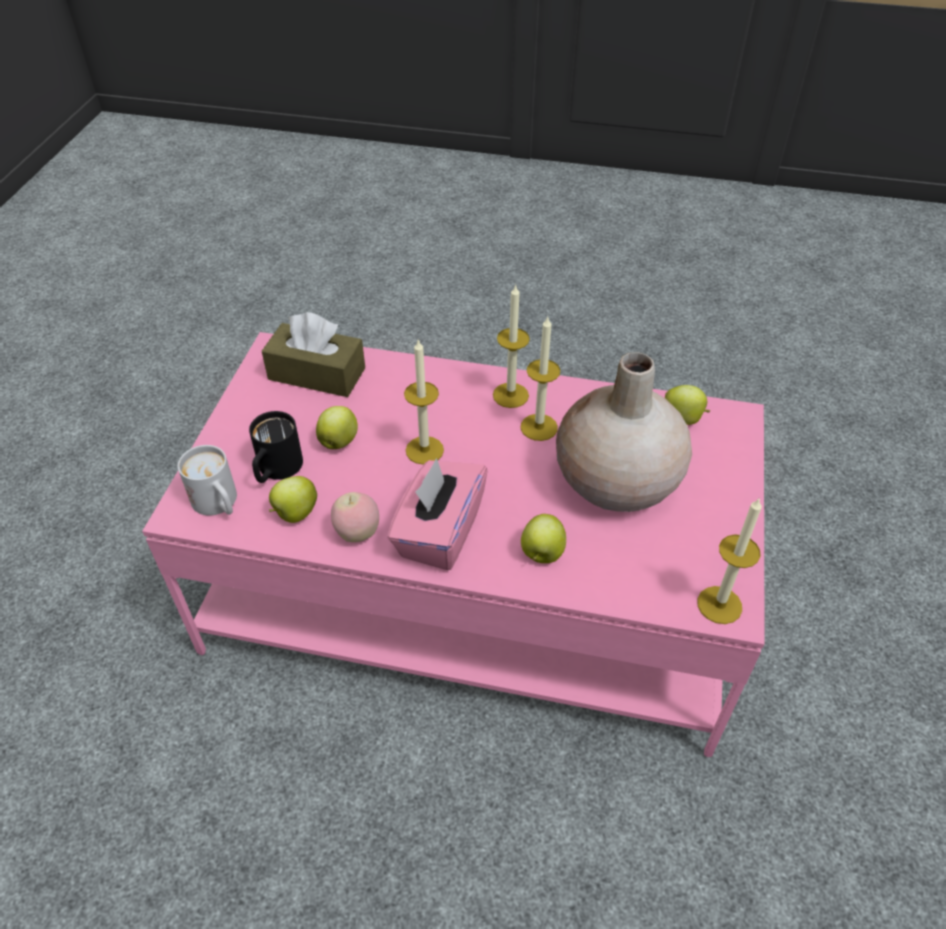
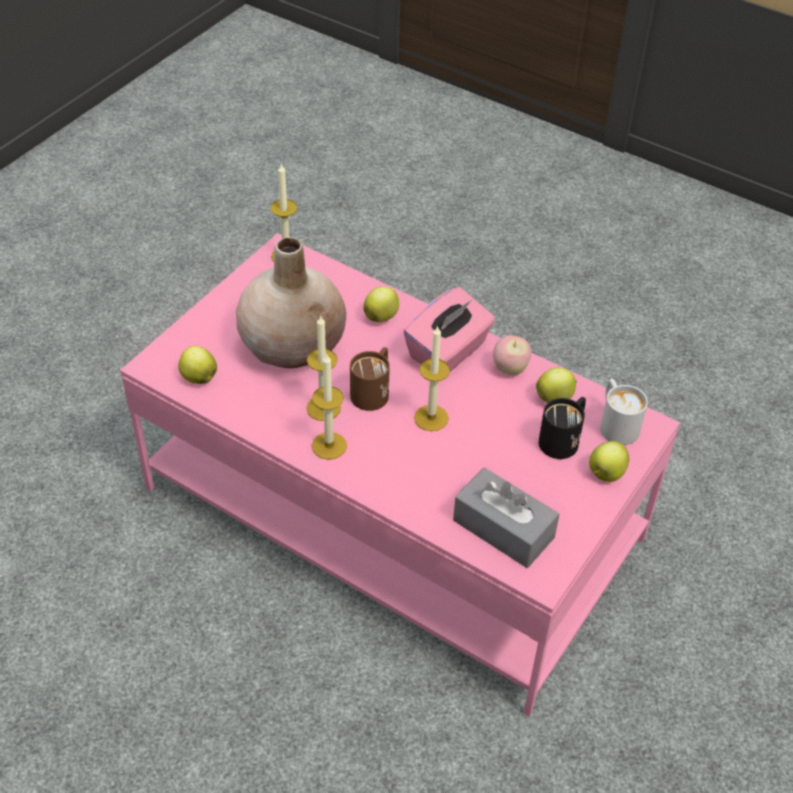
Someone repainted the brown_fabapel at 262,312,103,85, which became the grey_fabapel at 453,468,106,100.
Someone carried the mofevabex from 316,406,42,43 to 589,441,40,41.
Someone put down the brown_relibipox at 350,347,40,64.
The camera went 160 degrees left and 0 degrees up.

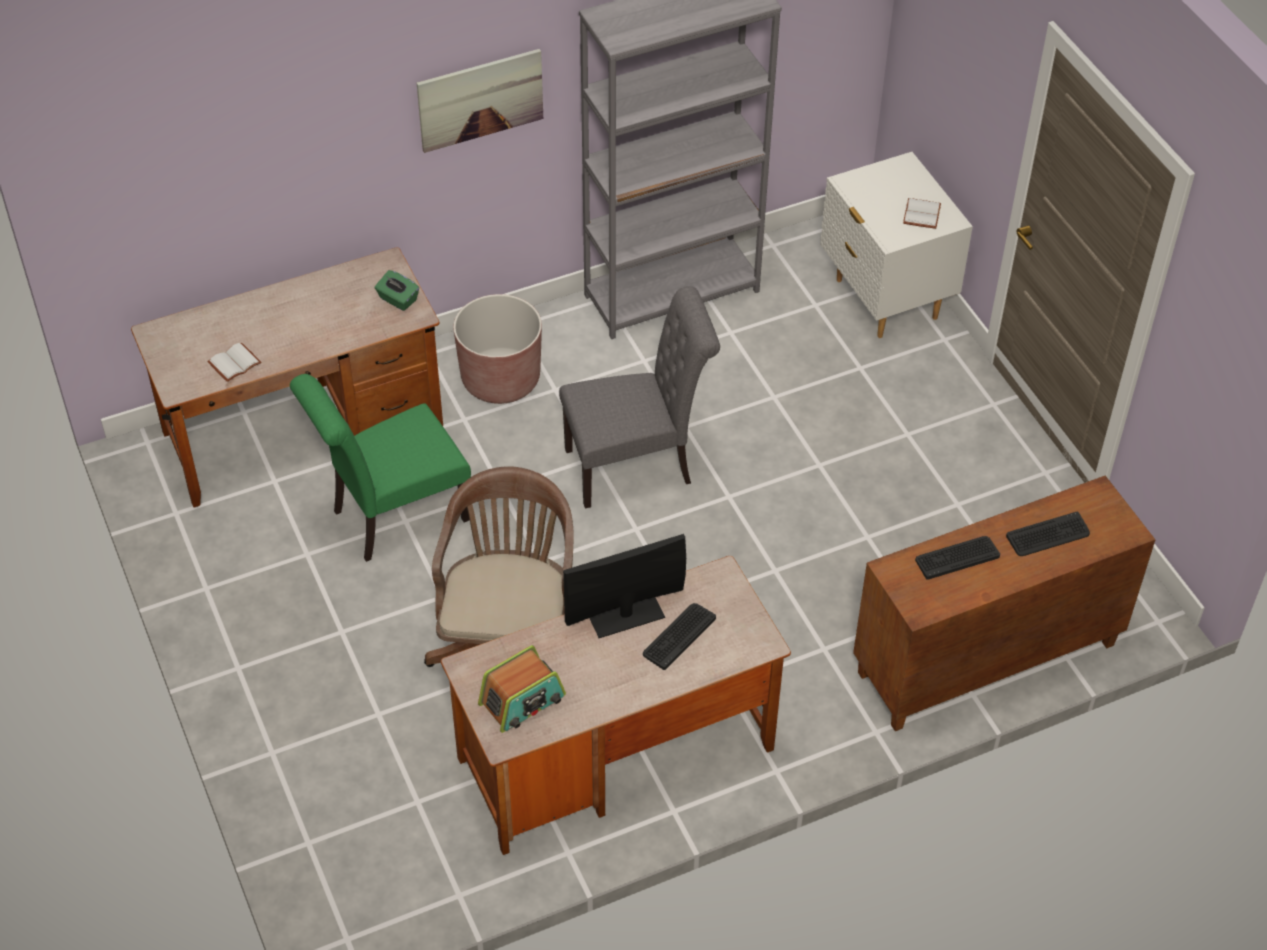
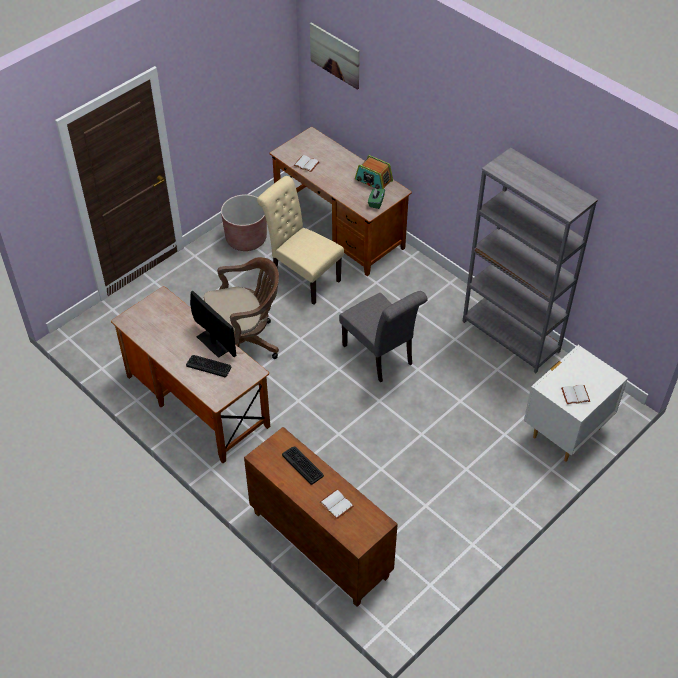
Someone carried the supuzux from 417,49,126,104 to 310,22,50,68.
Someone carried the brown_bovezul from 453,294,89,110 to 221,194,46,57.
Someone repainted the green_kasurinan at 290,374,181,188, which became the beige_kasurinan at 257,176,87,129.
Someone swapped the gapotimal at 1006,512,84,44 for the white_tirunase at 320,489,34,30.
Someone carried the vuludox from 478,645,88,88 to 355,155,38,34.
The camera went 70 degrees right and 0 degrees up.

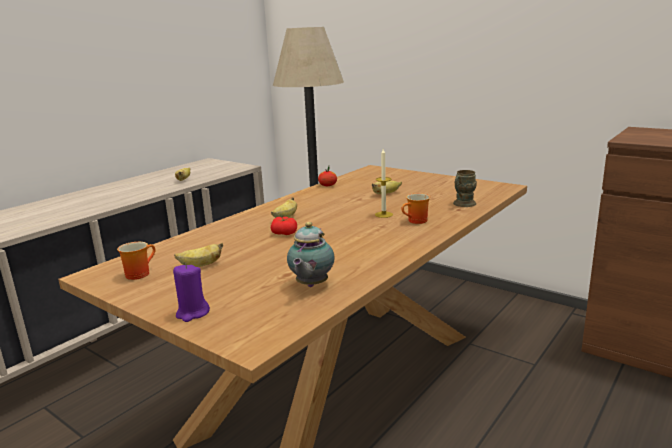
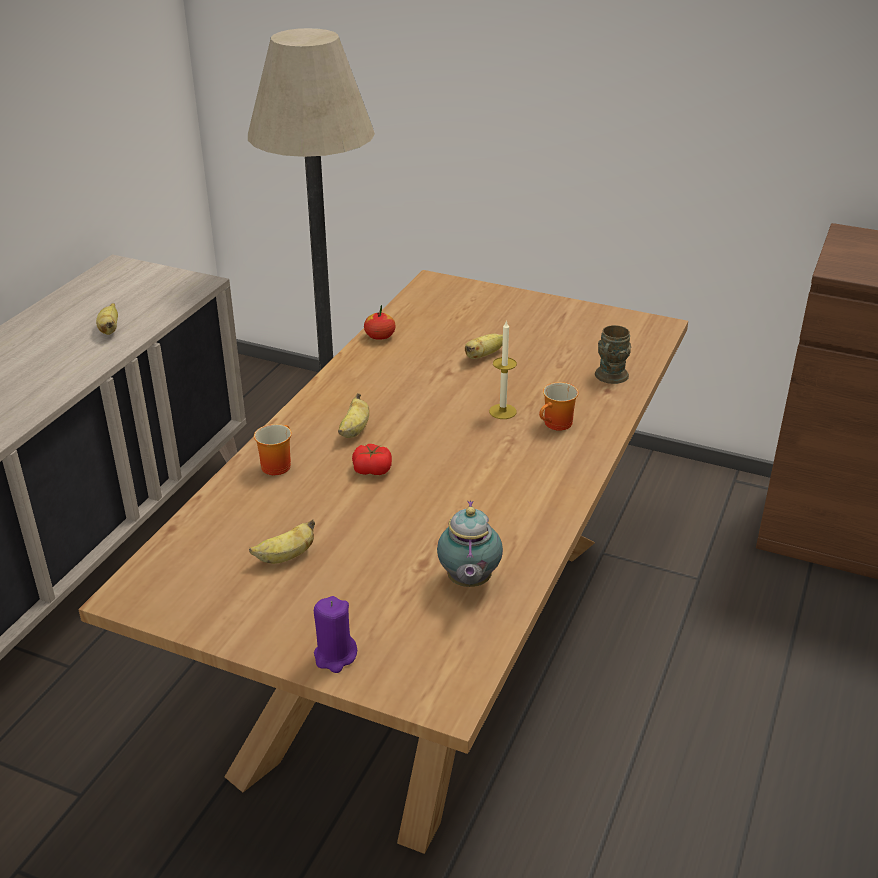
Someone carried the relibipox from 117,242,39,38 to 254,424,38,51.
The camera went 15 degrees left and 15 degrees up.

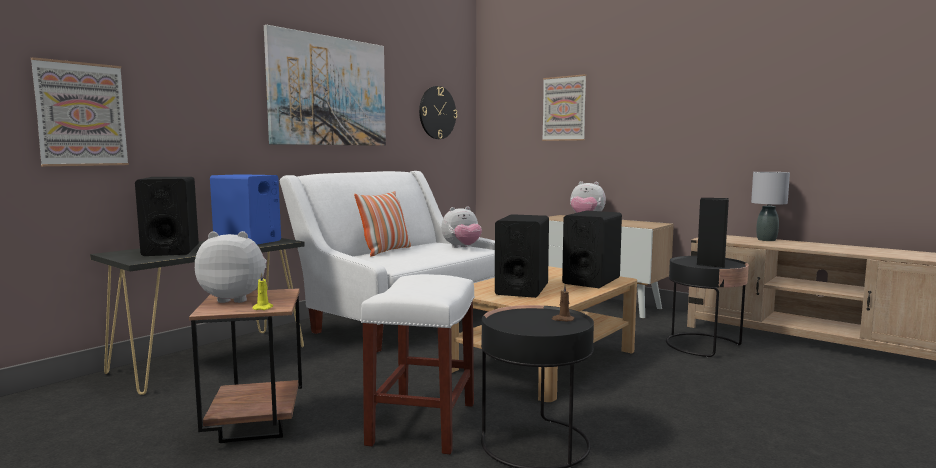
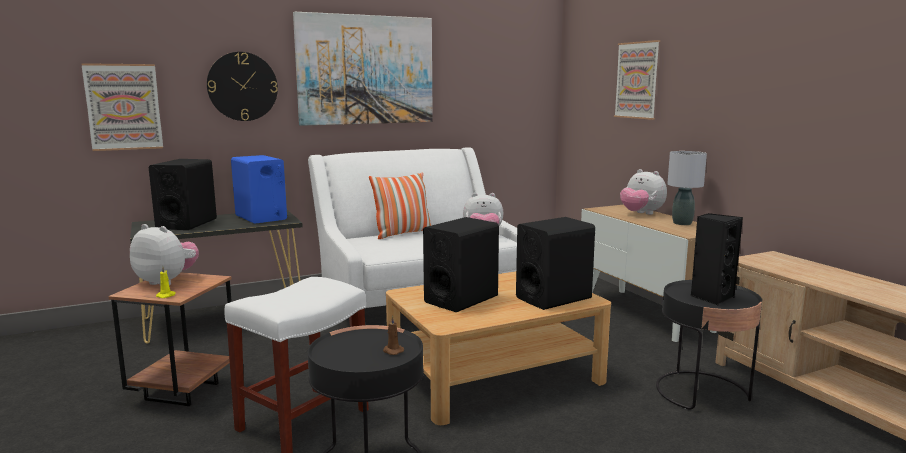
Someone carried the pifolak from 419,86,38,53 to 207,52,71,69.
Someone carried the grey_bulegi from 751,172,39,69 to 667,151,40,74.
The camera went 25 degrees right and 5 degrees up.

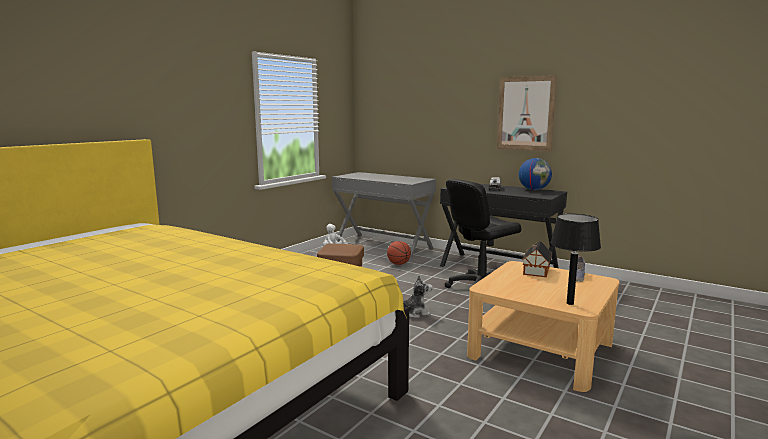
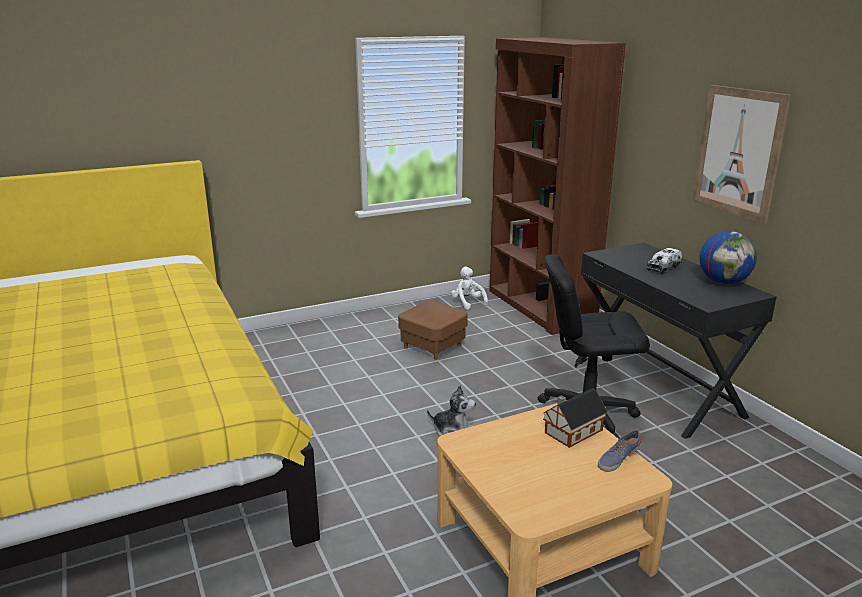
Someone swapped the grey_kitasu at 332,172,104,86 for the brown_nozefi at 489,37,137,298.
Someone took away the black_bulegi at 550,214,51,91.
Someone took away the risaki at 387,241,24,24.
The camera went 30 degrees right and 10 degrees up.

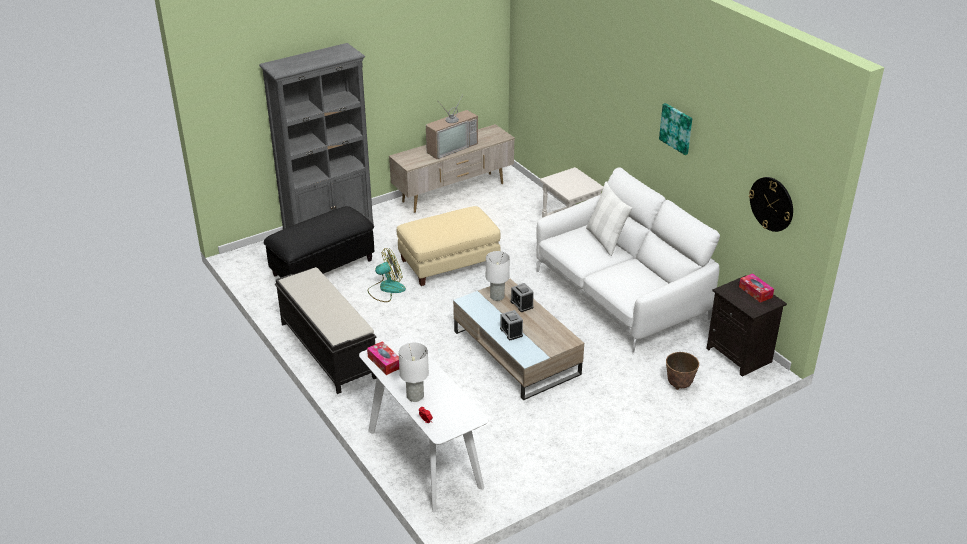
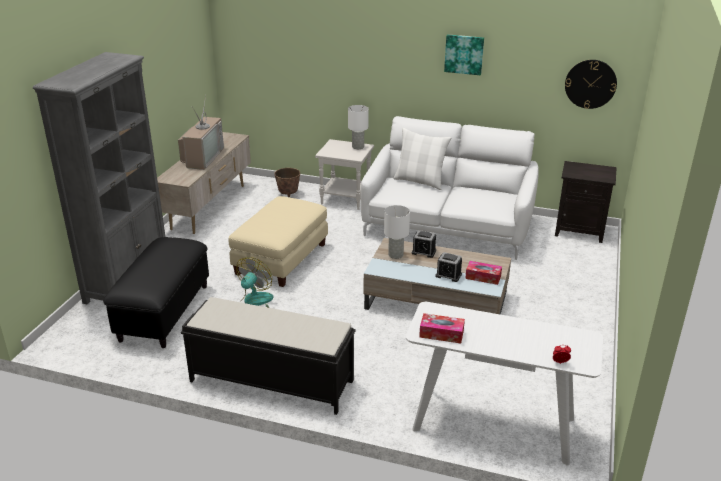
Someone carried the fabapel from 739,273,35,30 to 465,261,37,24.
Someone carried the white_bulegi from 398,342,31,60 to 348,105,21,44.
Someone carried the bovezul from 666,352,33,38 to 274,168,26,29.
The camera went 40 degrees left and 5 degrees down.

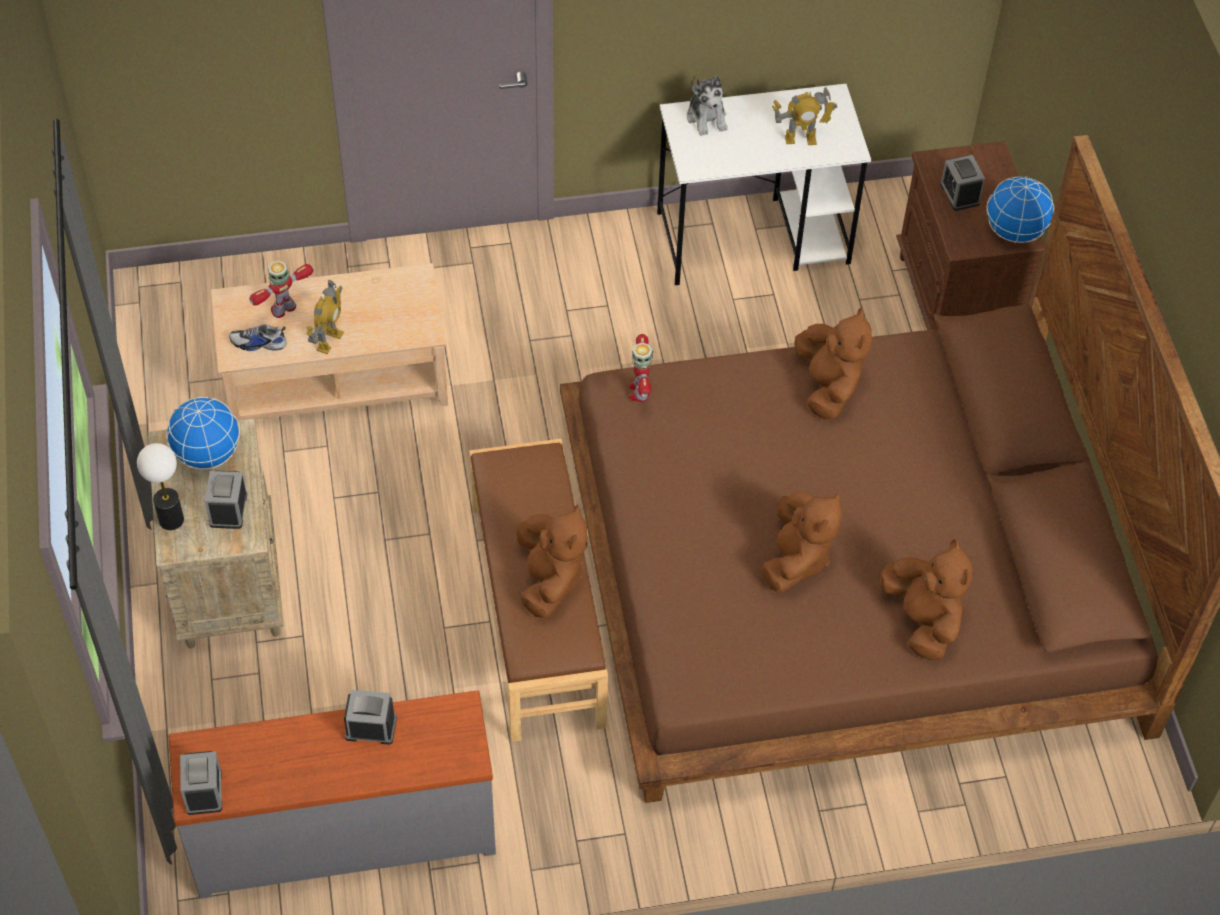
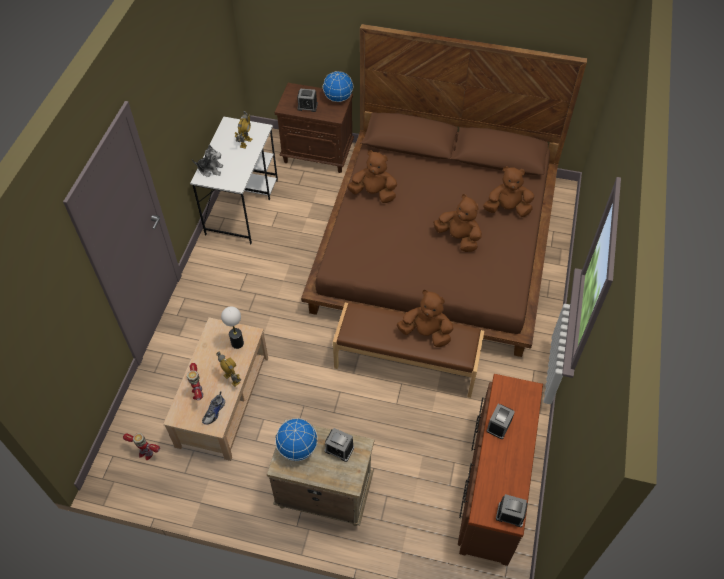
Someone carried the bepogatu from 628,334,25,68 to 123,433,37,27.
Someone carried the bulegi from 137,443,47,87 to 221,307,23,42.
Someone repainted the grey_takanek at 168,690,328,209, which became the brown_takanek at 458,374,85,192.
The camera went 65 degrees left and 0 degrees up.

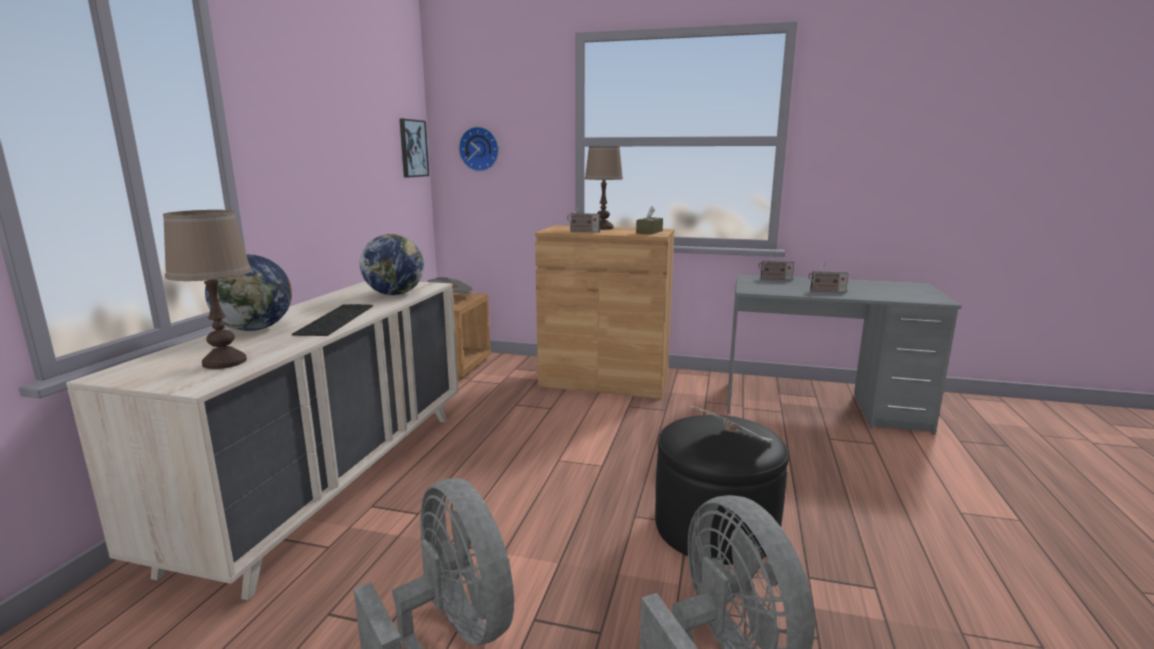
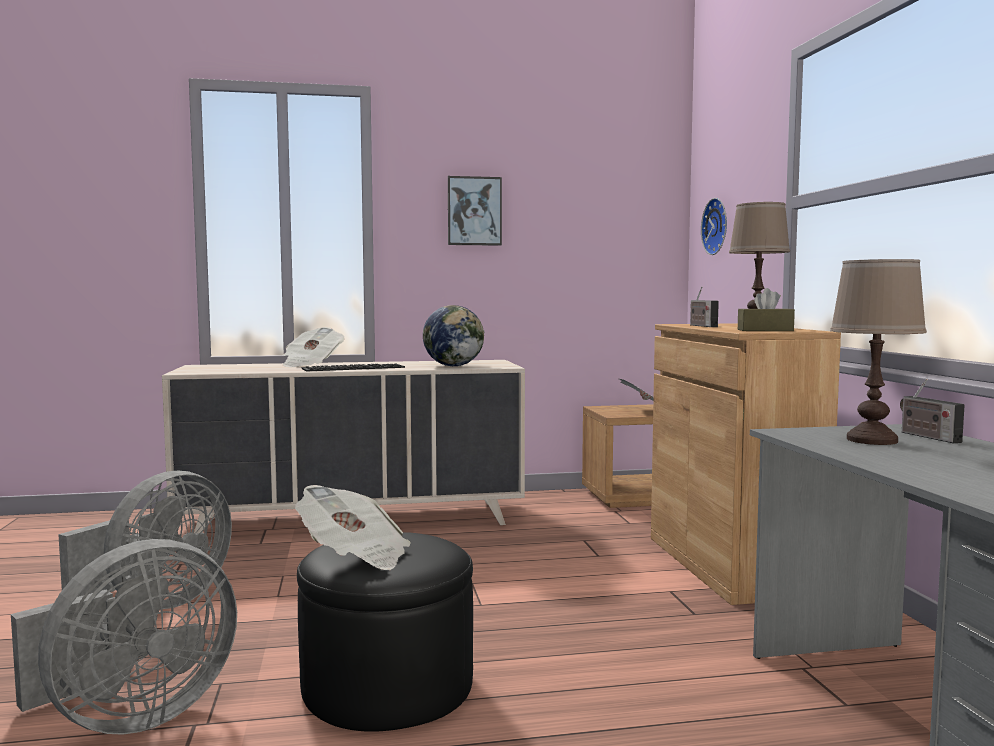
Someone carried the supuzux from 399,119,30,59 to 448,176,54,70.
Someone carried the brown_bulegi from 163,210,89,159 to 830,259,97,186.
Someone swapped the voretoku at 205,255,87,76 for the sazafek at 283,327,61,40.
Someone took away the vuludox at 808,261,40,32.
The camera went 65 degrees right and 10 degrees down.

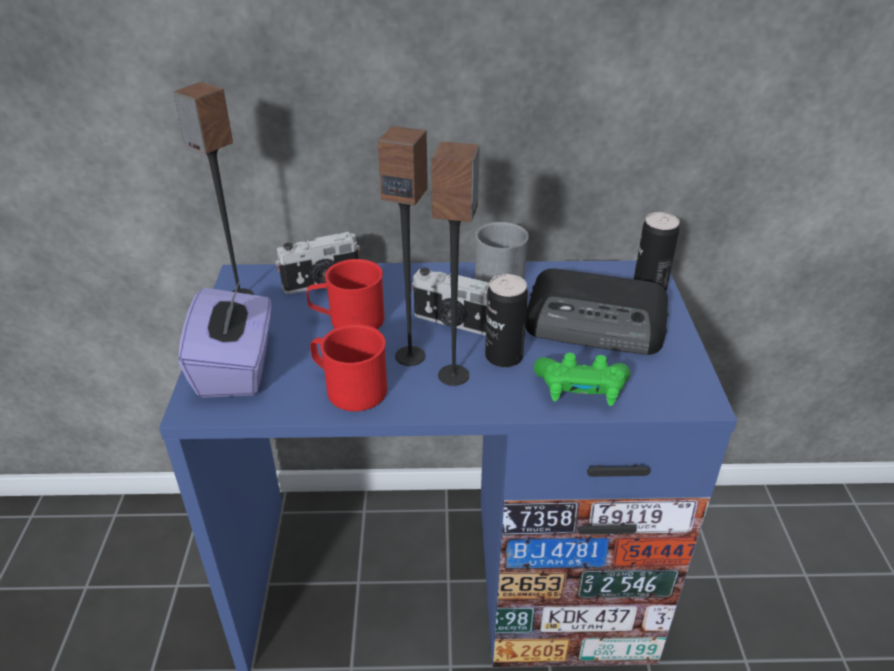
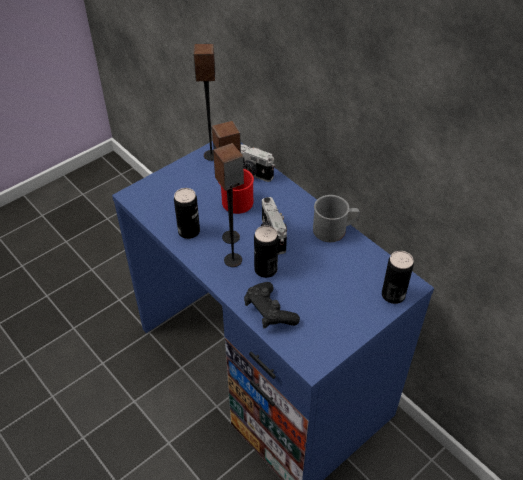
Someone took away the vuludox at 525,268,143,87.
Someone took away the purple_fabapel at 178,283,93,115.
Someone swapped the red_relibipox at 310,324,77,87 for the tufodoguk at 174,188,26,51.
Someone repainted the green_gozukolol at 534,353,96,53, which became the black_gozukolol at 244,282,56,46.
The camera went 50 degrees right and 10 degrees up.

